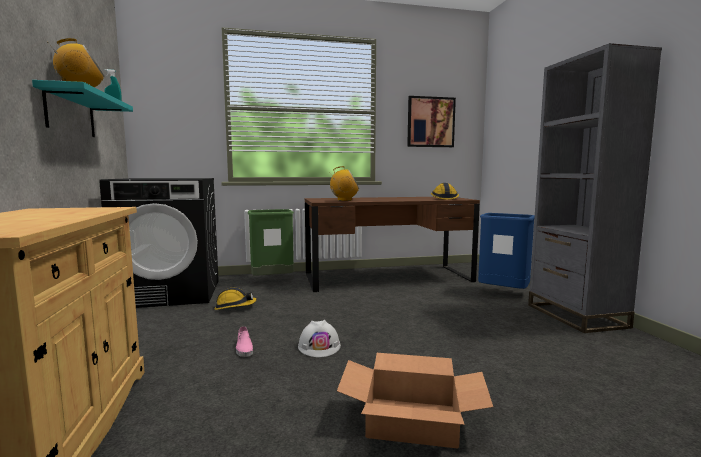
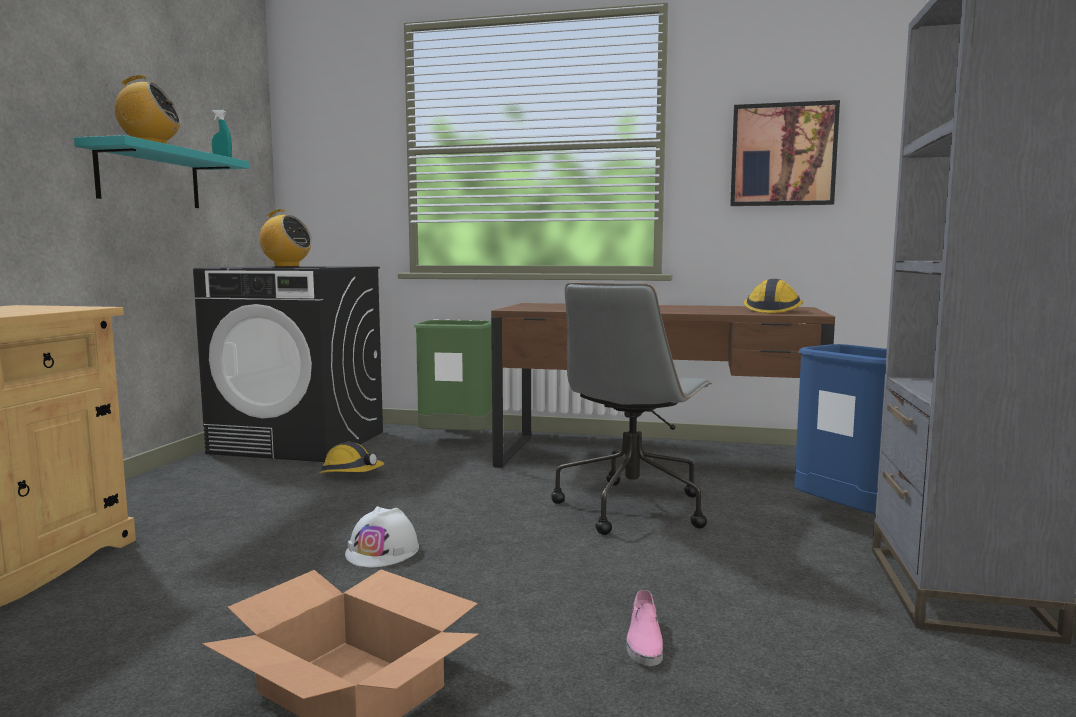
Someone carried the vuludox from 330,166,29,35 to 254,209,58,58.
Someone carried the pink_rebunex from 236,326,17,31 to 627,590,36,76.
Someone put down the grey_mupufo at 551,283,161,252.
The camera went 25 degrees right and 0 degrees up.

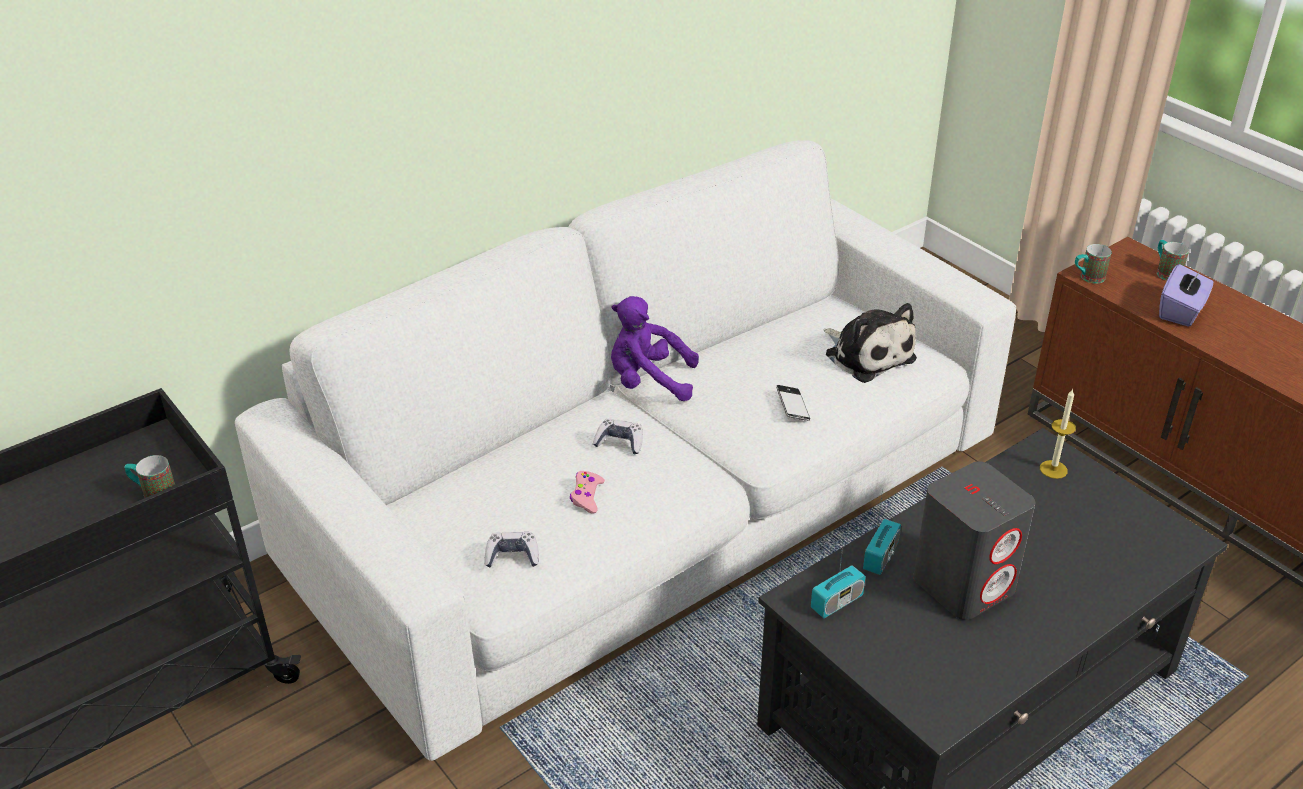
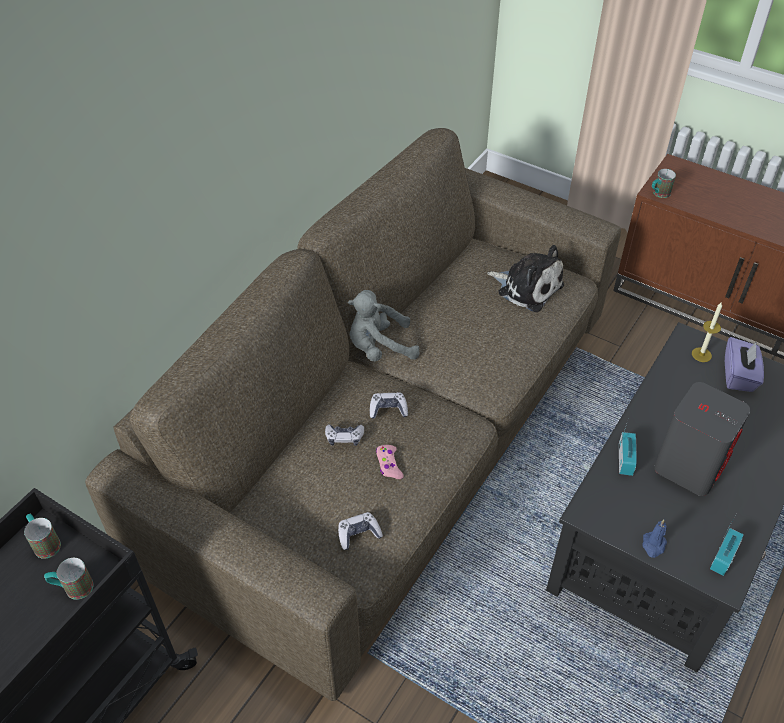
Someone repainted the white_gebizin at 235,140,781,621, which became the brown_gebizin at 85,128,536,573.
Someone carried the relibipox from 1157,240,32,40 to 24,514,37,45.
Someone carried the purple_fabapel from 1159,264,54,63 to 725,337,39,55.
Someone repainted the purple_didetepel at 611,296,88,105, which became the grey_didetepel at 348,290,72,71.
Someone took away the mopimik at 776,385,34,36.
Someone carried the vuludox from 811,537,55,81 to 710,516,34,60.
Someone put down the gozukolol at 325,425,39,21.
Someone put down the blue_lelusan at 642,520,25,38.
The camera went 20 degrees left and 10 degrees up.

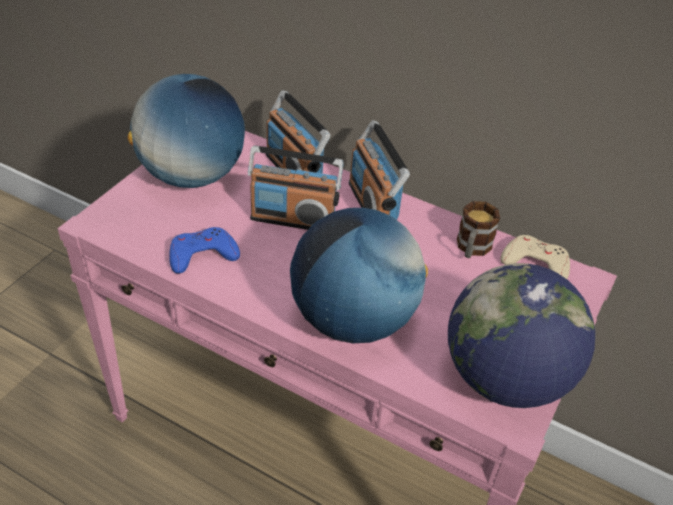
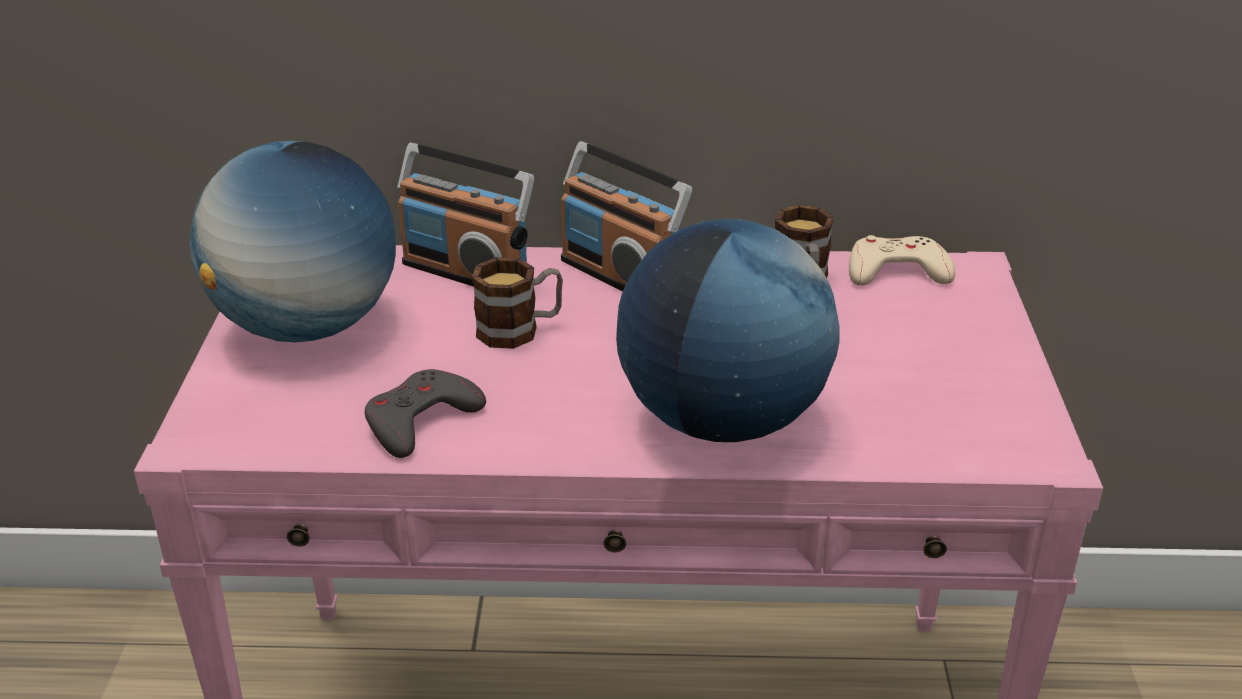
Someone swapped the vuludox at 248,145,96,85 for the relibipox at 472,257,91,92.
Someone repainted the blue_gozukolol at 169,227,71,47, which became the grey_gozukolol at 365,369,121,89.
Someone took away the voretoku at 448,263,147,145.
The camera went 25 degrees left and 10 degrees down.

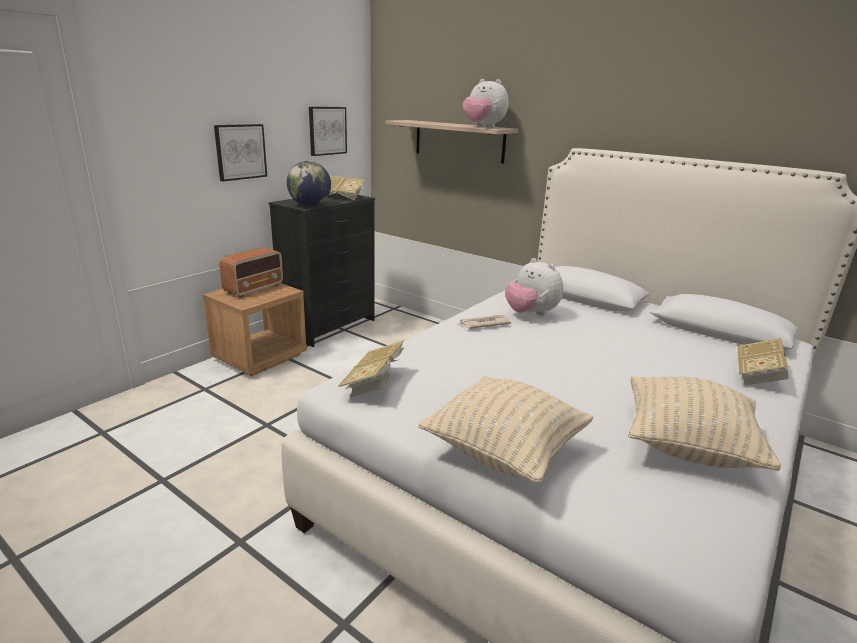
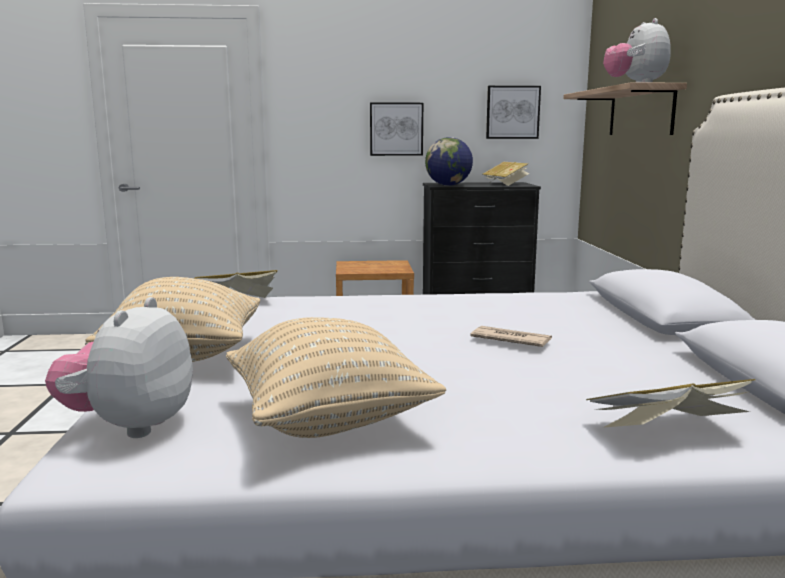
Someone took away the vuludox at 219,247,64,50.
Someone carried the didetepel from 505,258,58,58 to 45,297,148,141.
Someone carried the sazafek from 459,315,52,14 to 470,326,82,21.
The camera went 50 degrees right and 10 degrees down.

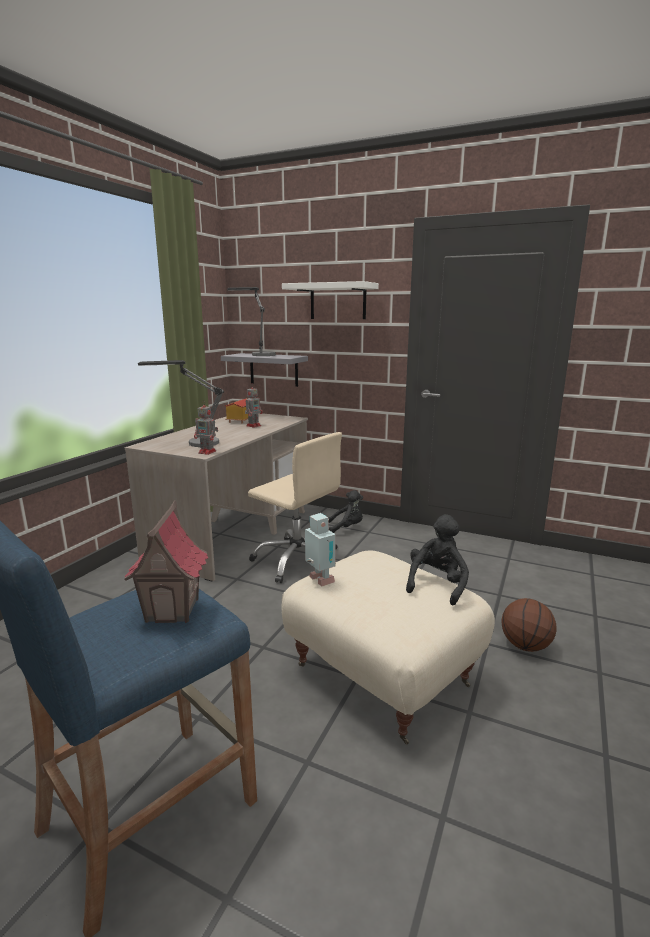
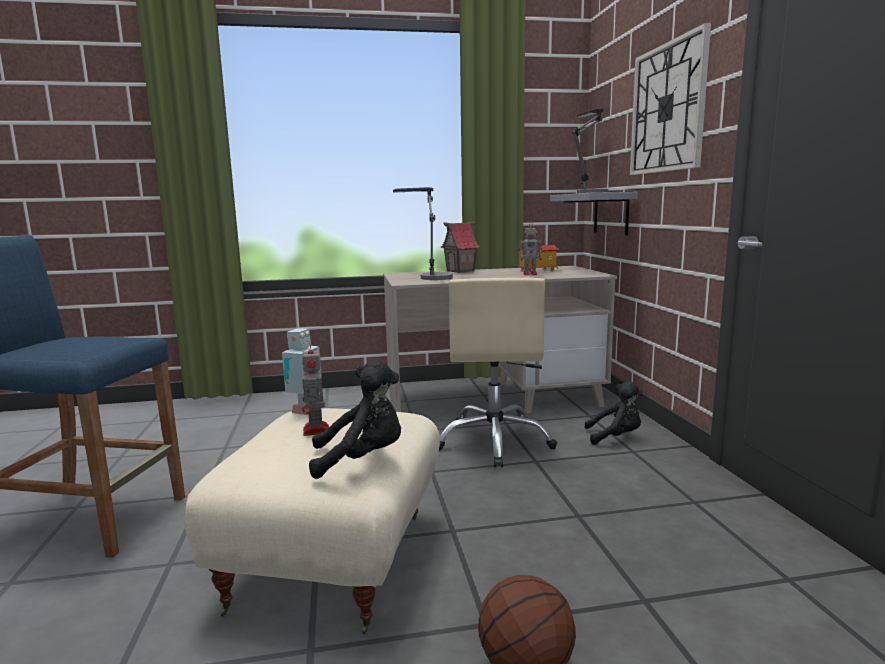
Someone swapped the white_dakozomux at 282,281,97,38 for the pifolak at 630,23,81,152.
Someone carried the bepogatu from 194,401,24,54 to 302,344,27,92.
Someone rotated the black_didetepel at 328,490,35,43 by 45 degrees counterclockwise.
Someone carried the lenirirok from 124,500,84,123 to 441,221,39,52.
The camera went 55 degrees right and 5 degrees down.

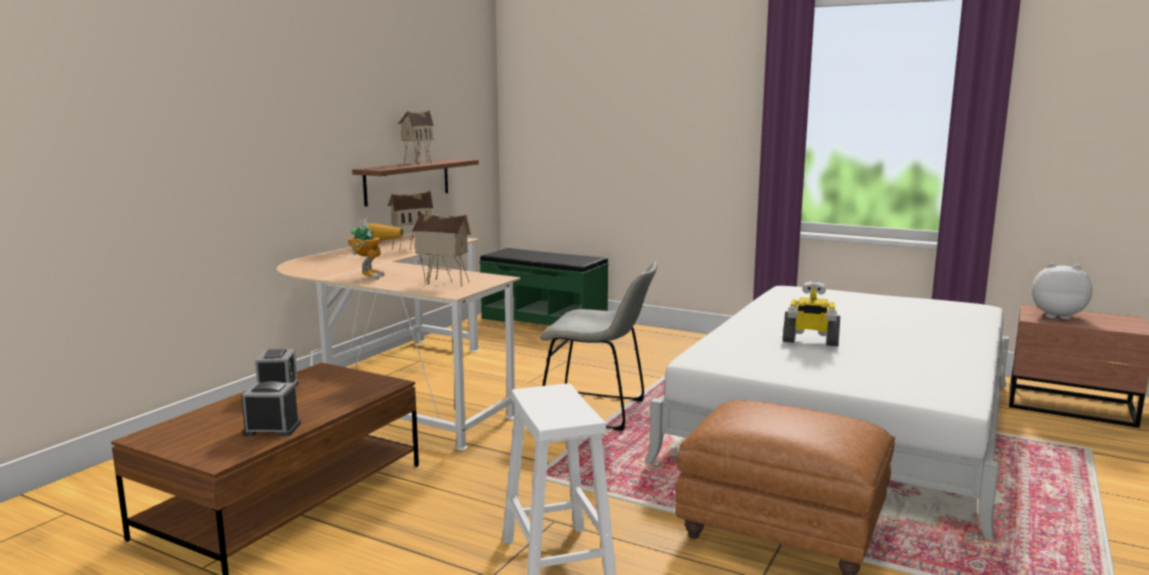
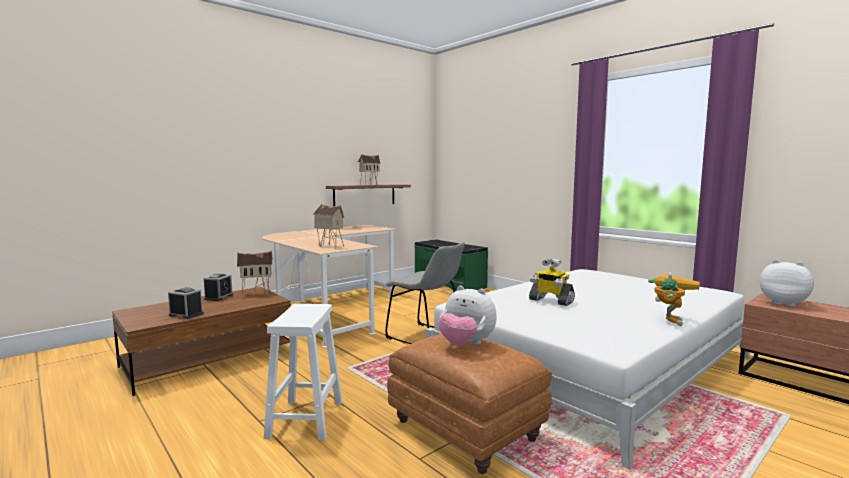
Someone carried the lenirirok from 388,190,45,62 to 237,251,36,47.
Someone carried the bepogatu from 348,218,56,62 to 648,272,52,54.
Someone put down the didetepel at 438,286,59,59.
The camera went 20 degrees right and 5 degrees down.

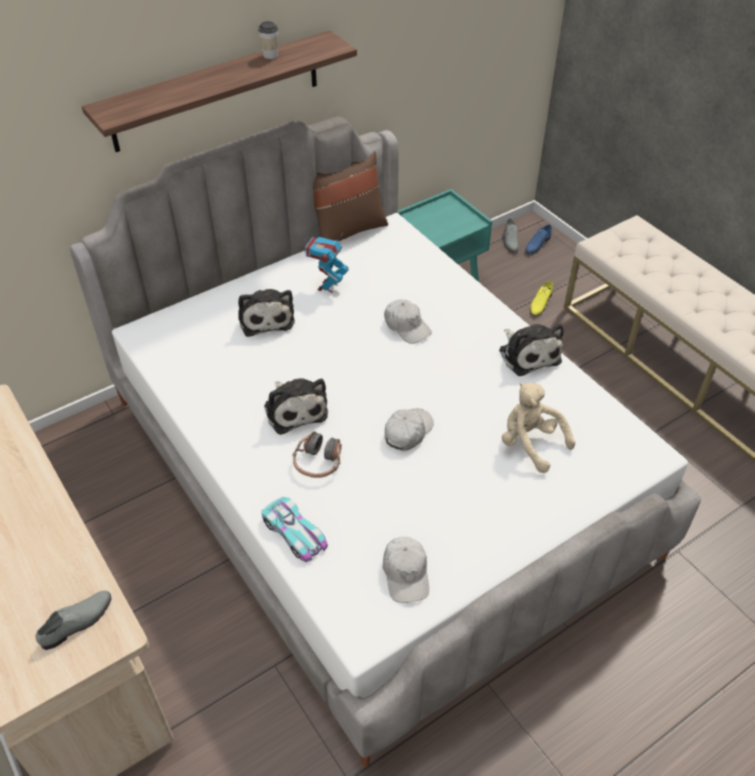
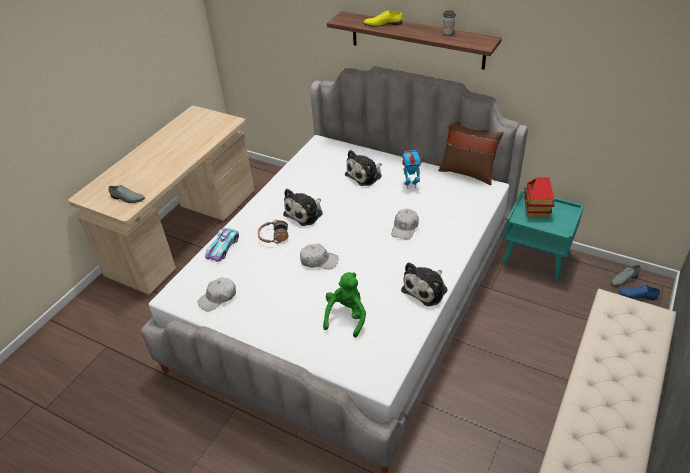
Someone carried the yellow_rebunex from 530,281,23,35 to 364,10,39,17.
Someone repainted the beige_didetepel at 502,383,73,90, which became the green_didetepel at 323,272,43,66.
Someone put down the lenirirok at 524,177,31,41.
The camera went 65 degrees right and 5 degrees down.

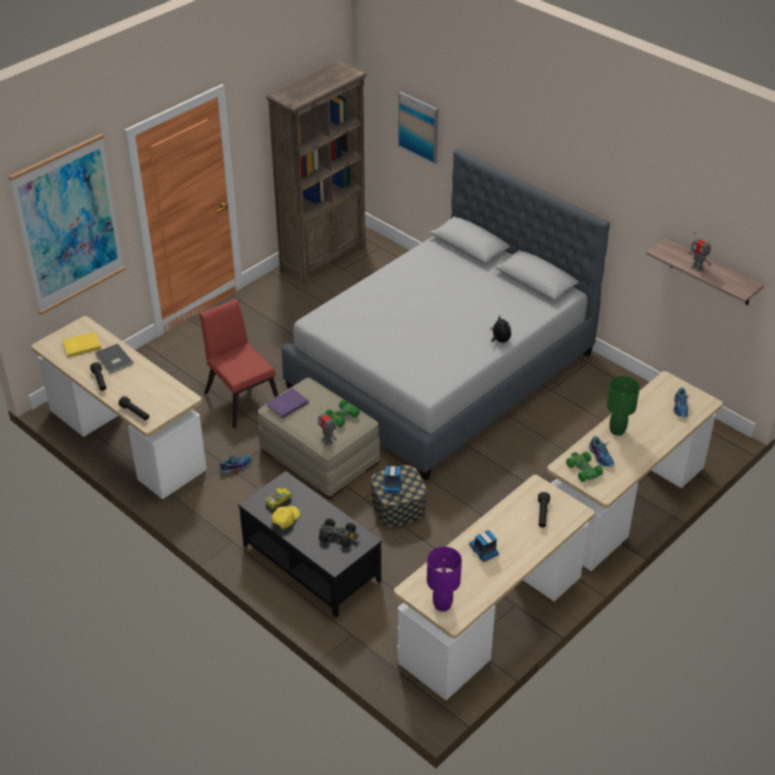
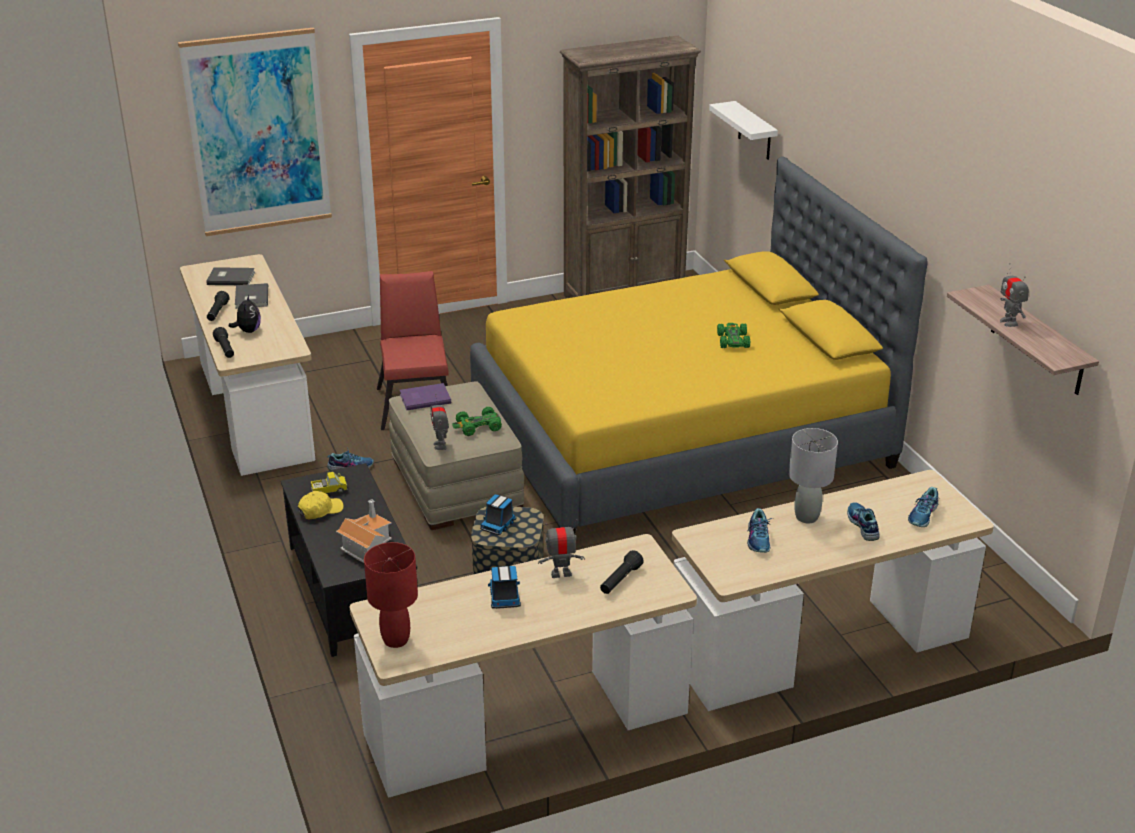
Someone swapped the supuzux at 398,92,40,72 for the white_dakozomux at 709,101,69,59.
Someone repainted the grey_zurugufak at 281,149,329,331, which became the yellow_zurugufak at 470,156,458,378.
Someone carried the didetepel from 490,315,21,28 to 229,295,32,38.
Someone repainted the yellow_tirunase at 62,332,40,25, which became the grey_tirunase at 206,267,49,18.
Someone repainted the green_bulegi at 607,376,33,60, which became the grey_bulegi at 789,428,49,95.
Someone carried the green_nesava from 566,452,37,30 to 717,323,33,25.
Someone swapped the black_nesava at 319,519,40,28 for the lenirirok at 336,499,56,64.
Someone repainted the purple_bulegi at 427,547,35,64, which became the red_bulegi at 364,542,54,106.
Someone put down the rebunex at 847,502,33,39.
Someone put down the bepogatu at 538,519,47,59.
The camera went 25 degrees right and 10 degrees down.

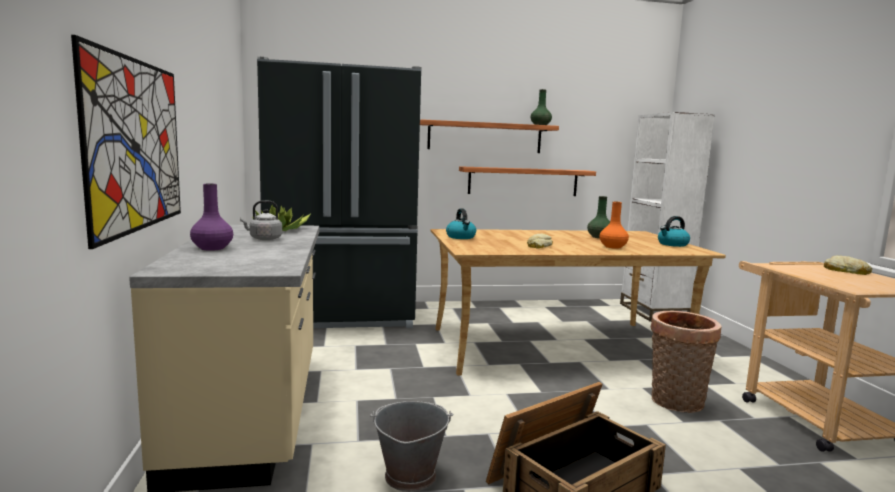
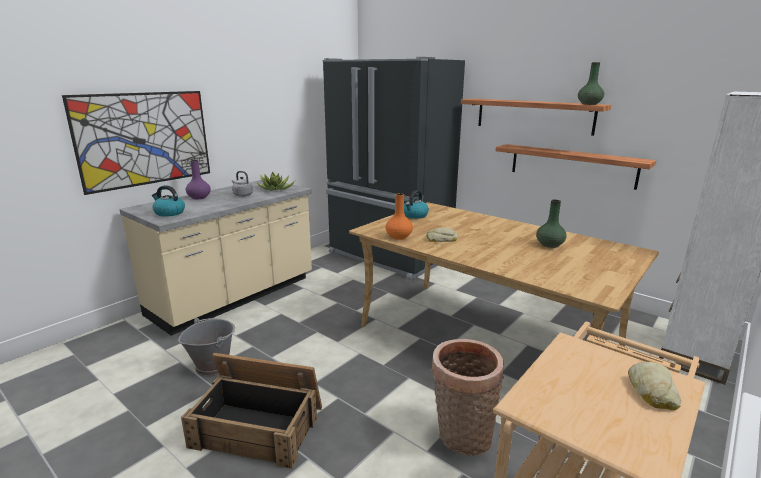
Someone carried the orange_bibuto from 599,202,30,47 to 385,193,28,47.
Someone carried the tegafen from 658,216,32,31 to 152,185,33,32.
The camera went 50 degrees right and 10 degrees up.

